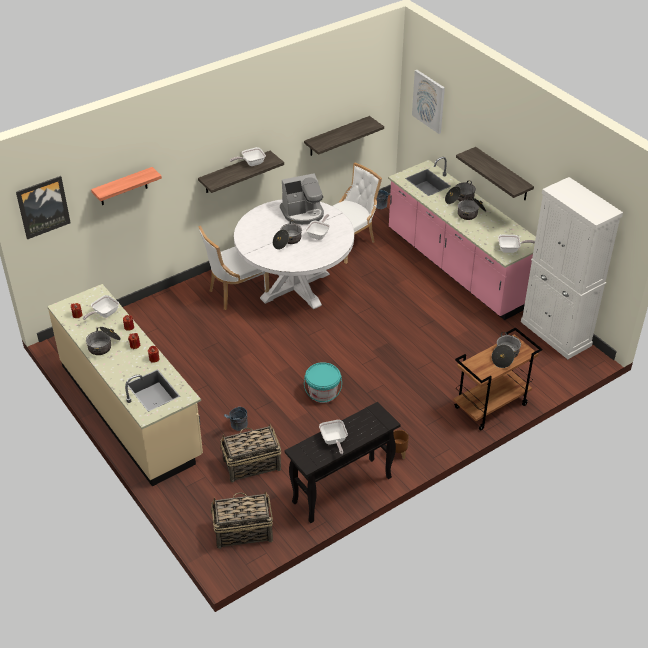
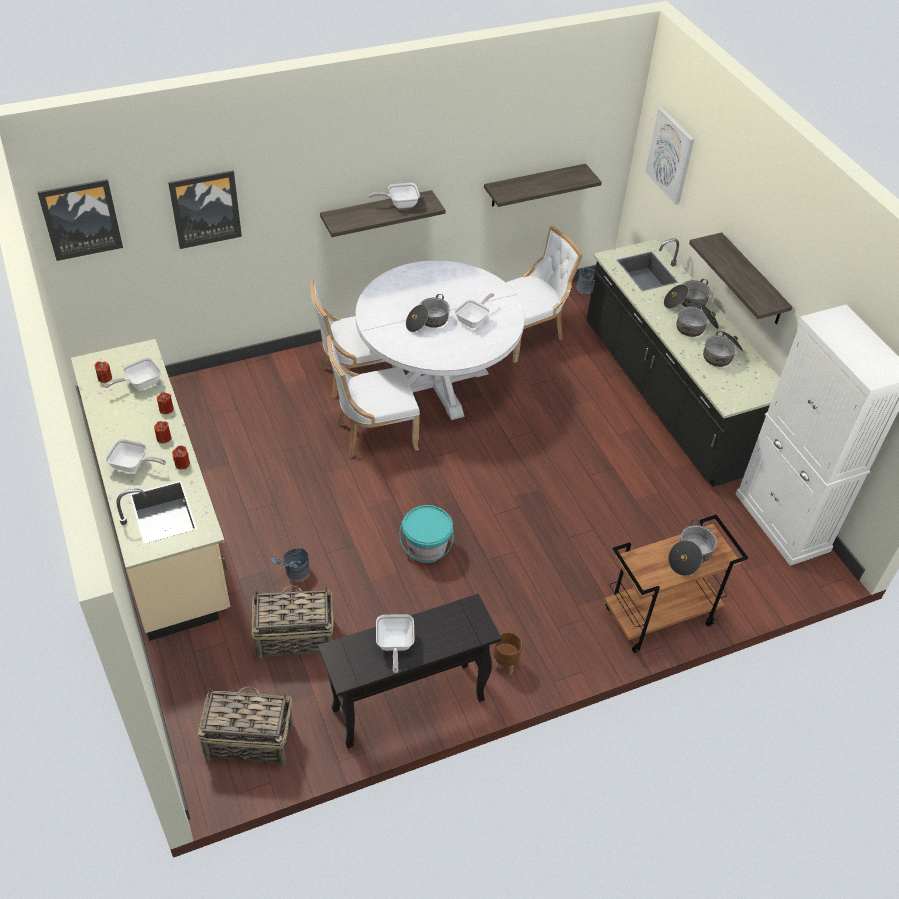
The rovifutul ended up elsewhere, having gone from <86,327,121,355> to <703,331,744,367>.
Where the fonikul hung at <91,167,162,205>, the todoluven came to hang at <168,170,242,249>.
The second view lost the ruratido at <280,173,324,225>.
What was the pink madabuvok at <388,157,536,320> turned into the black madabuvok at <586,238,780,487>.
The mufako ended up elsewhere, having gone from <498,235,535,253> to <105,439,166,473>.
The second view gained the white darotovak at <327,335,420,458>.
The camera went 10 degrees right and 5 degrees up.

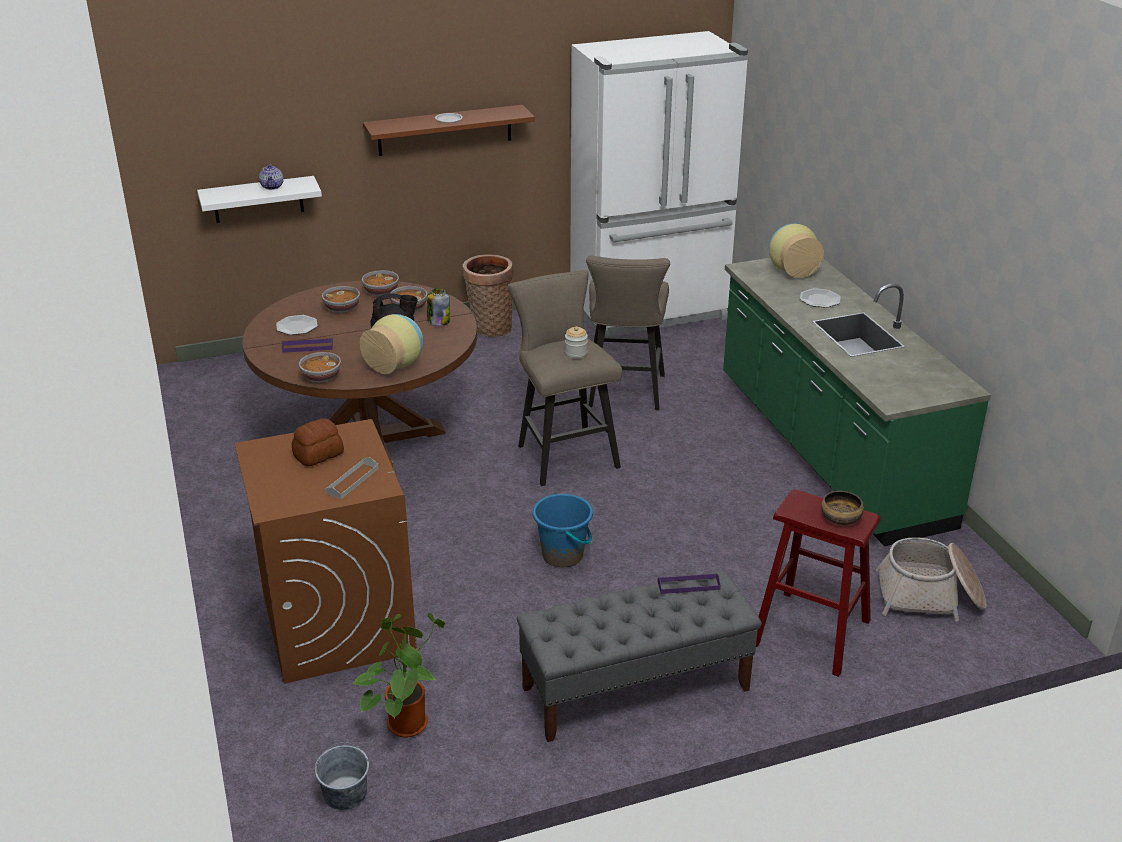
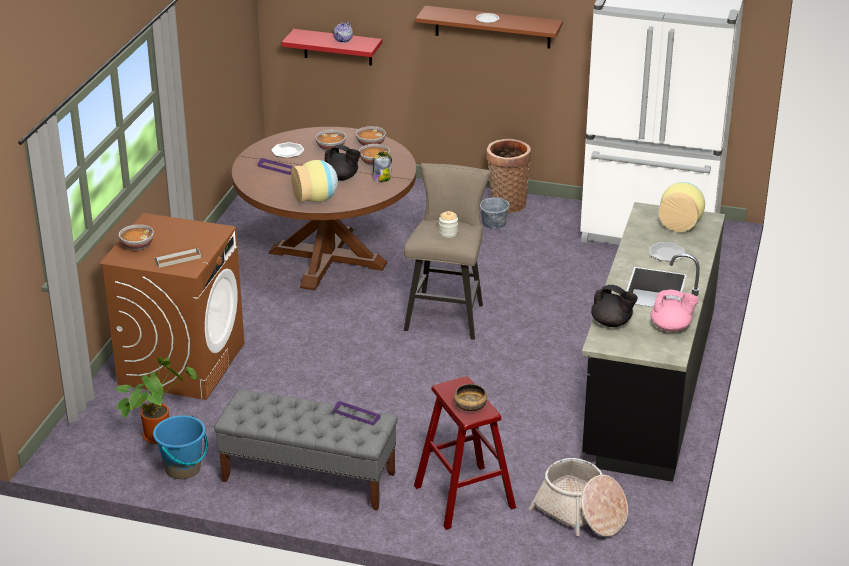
What was the white fonikul at <197,176,322,223> turned into the red fonikul at <282,29,382,66>.
The second view lost the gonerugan at <292,418,344,466>.
The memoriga ended up elsewhere, having gone from <299,352,341,383> to <119,224,154,250>.
The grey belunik ended up elsewhere, having gone from <314,742,369,810> to <480,190,510,229>.
The blue belunik ended up elsewhere, having gone from <533,493,593,567> to <153,415,208,479>.
The second view lost the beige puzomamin at <586,255,670,410>.
What was the green madabuvok at <723,258,991,546> turned into the black madabuvok at <582,202,725,482>.
The second view gained the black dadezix at <591,285,638,327>.
The second view gained the pink dadezix at <651,290,699,332>.
The camera went 35 degrees right and 0 degrees up.

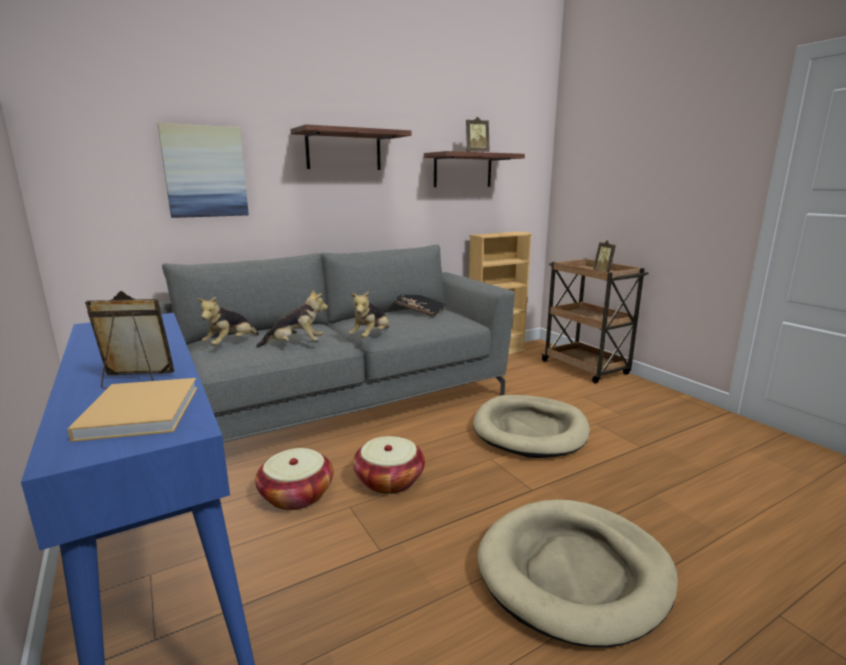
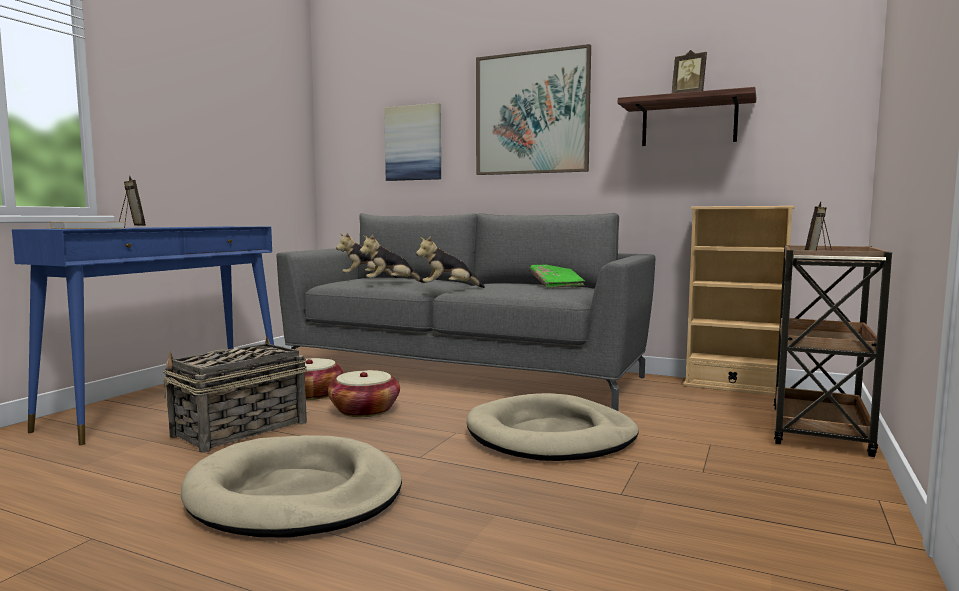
The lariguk at <256,289,328,348> ended up facing another way, 120 degrees clockwise from before.
Where the fonikul hung at <290,124,411,170>, the todoluven came to hang at <476,44,591,175>.
What was the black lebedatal at <395,295,446,317> turned into the green lebedatal at <529,264,585,288>.
The second view gained the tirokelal at <163,336,307,453>.
The camera went 55 degrees right and 10 degrees down.

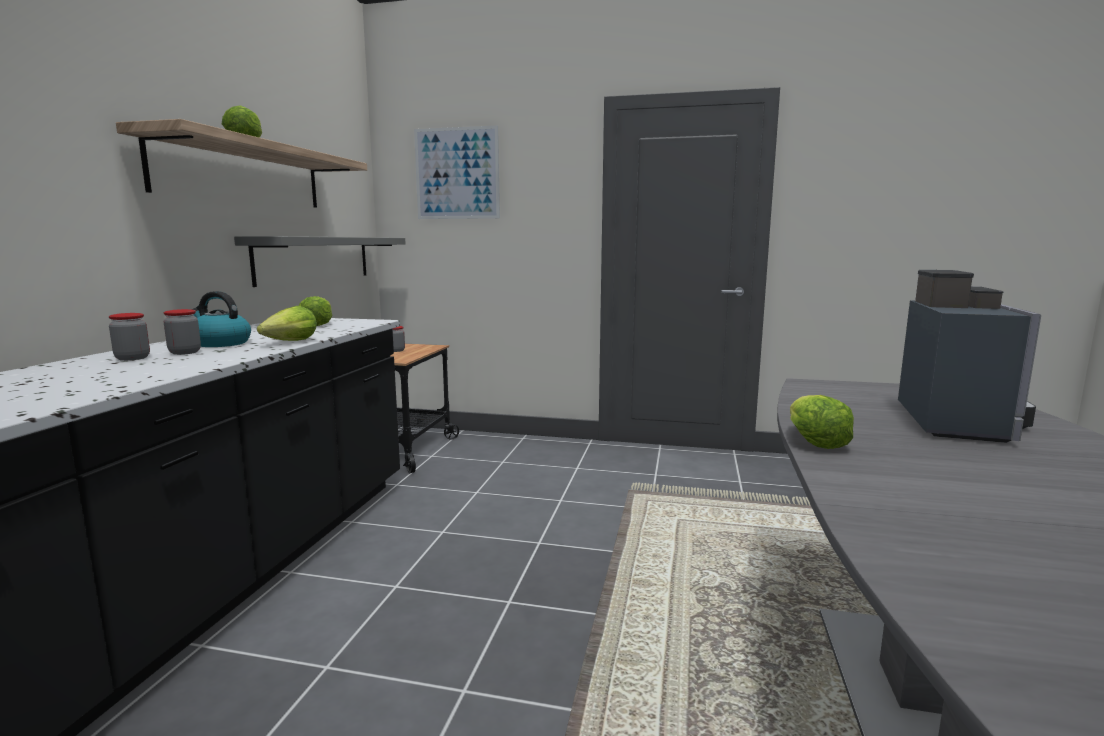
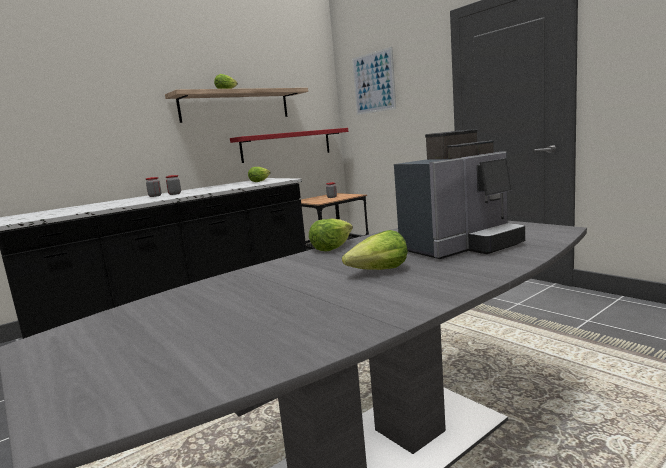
The second view lost the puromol at <191,291,251,347>.
What was the grey fonikul at <234,236,406,287> turned into the red fonikul at <230,128,348,163>.
The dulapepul ended up elsewhere, having gone from <257,306,317,341> to <342,230,408,270>.
The camera went 40 degrees right and 0 degrees up.

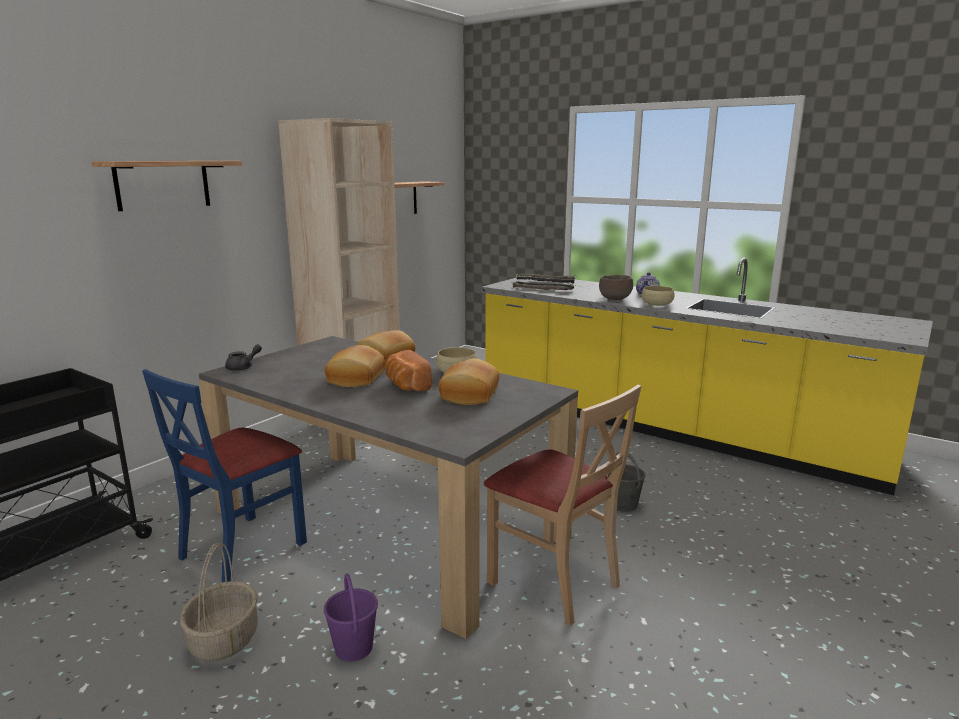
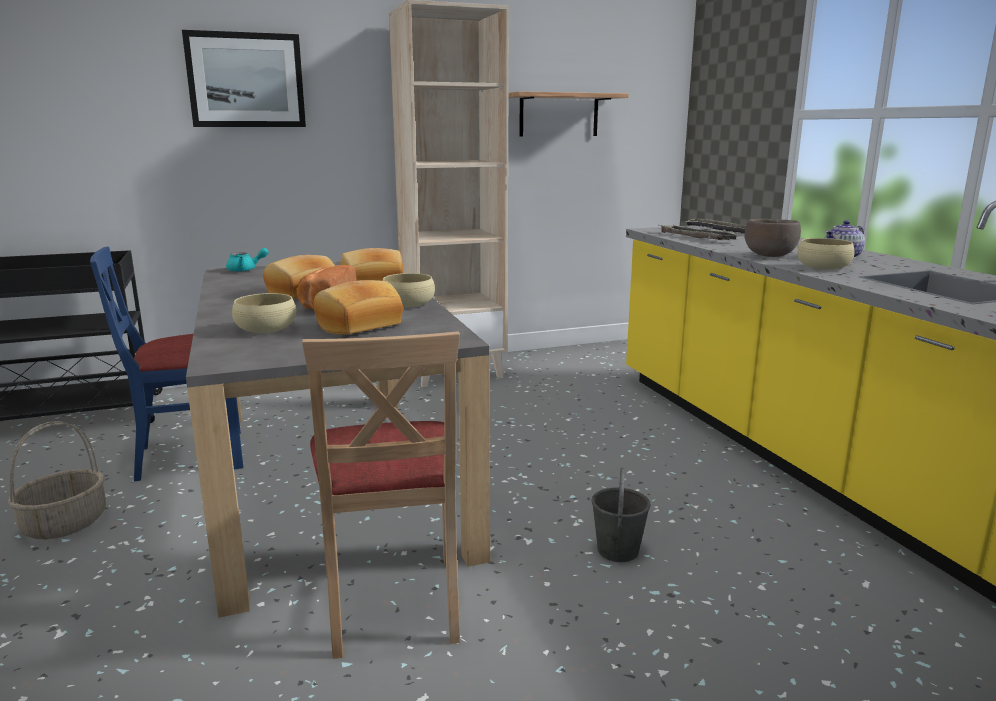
Where the fonikul hung at <91,161,242,211>, the todoluven came to hang at <182,30,306,127>.
What was the grey dadezix at <225,344,262,371> turned into the turquoise dadezix at <226,248,269,272>.
The second view lost the purple belunik at <324,573,378,661>.
The second view gained the beige memoriga at <232,293,296,333>.
The camera went 35 degrees right and 0 degrees up.

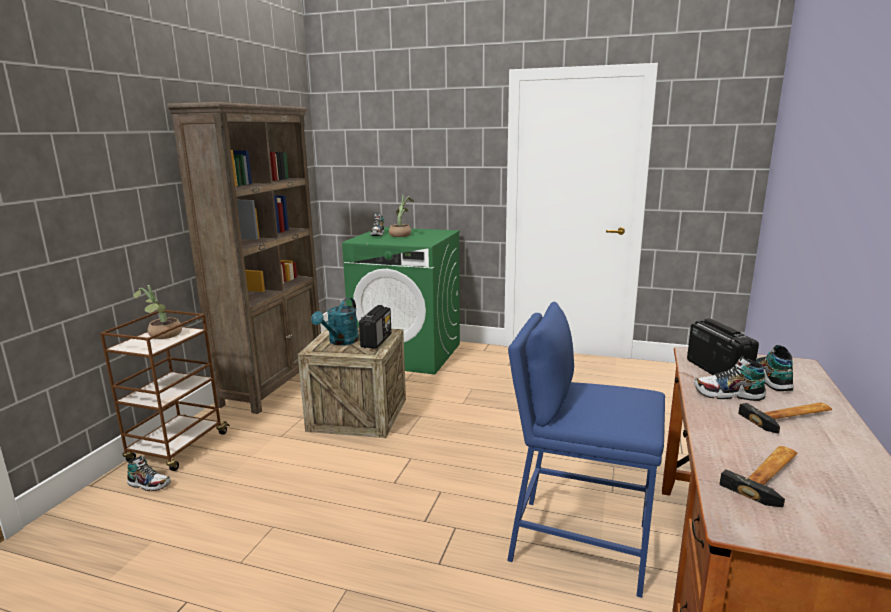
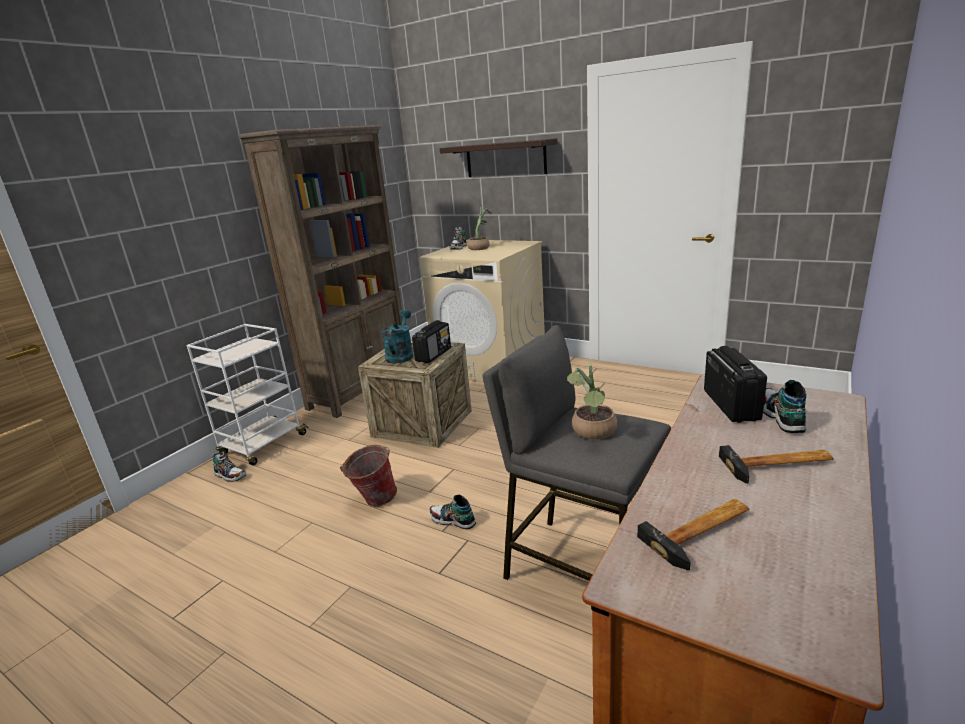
What was the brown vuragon at <100,310,230,471> turned into the white vuragon at <187,324,309,465>.
The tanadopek ended up elsewhere, having gone from <134,285,182,339> to <567,365,617,440>.
The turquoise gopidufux at <311,298,359,345> ended up facing another way, 150 degrees clockwise from before.
What was the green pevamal at <342,227,460,375> turned into the beige pevamal at <420,240,545,382>.
What was the blue puzomamin at <507,302,665,598> turned into the grey puzomamin at <483,325,671,581>.
The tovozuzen ended up elsewhere, having gone from <694,355,766,401> to <430,495,476,529>.
The second view gained the belunik at <340,445,397,507>.
The second view gained the fonikul at <440,138,557,177>.
The camera went 15 degrees right and 5 degrees up.

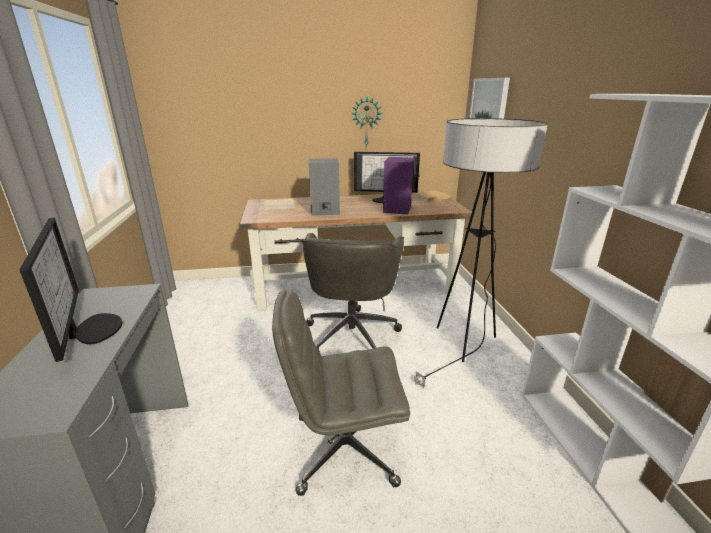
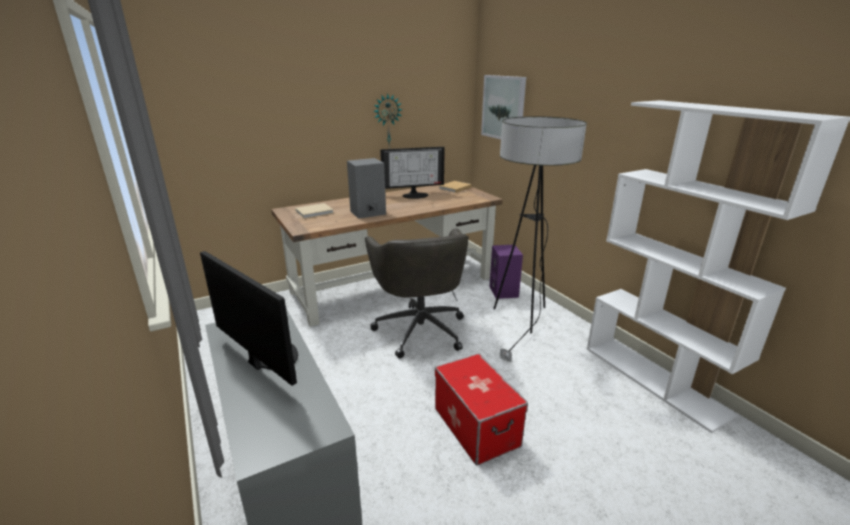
Where the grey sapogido stood at <272,290,410,496>, the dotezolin came to stand at <435,353,528,466>.
The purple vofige ended up elsewhere, having gone from <383,157,414,214> to <489,245,523,299>.
The camera went 20 degrees left and 0 degrees up.

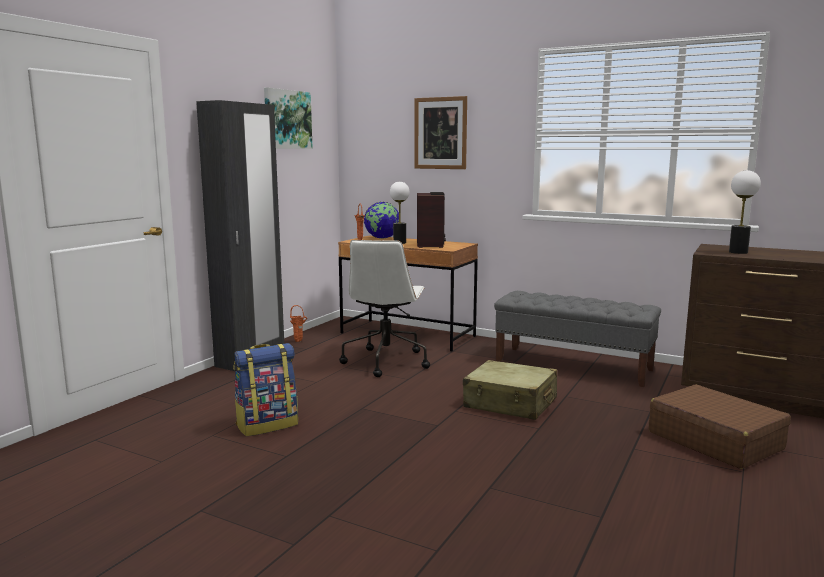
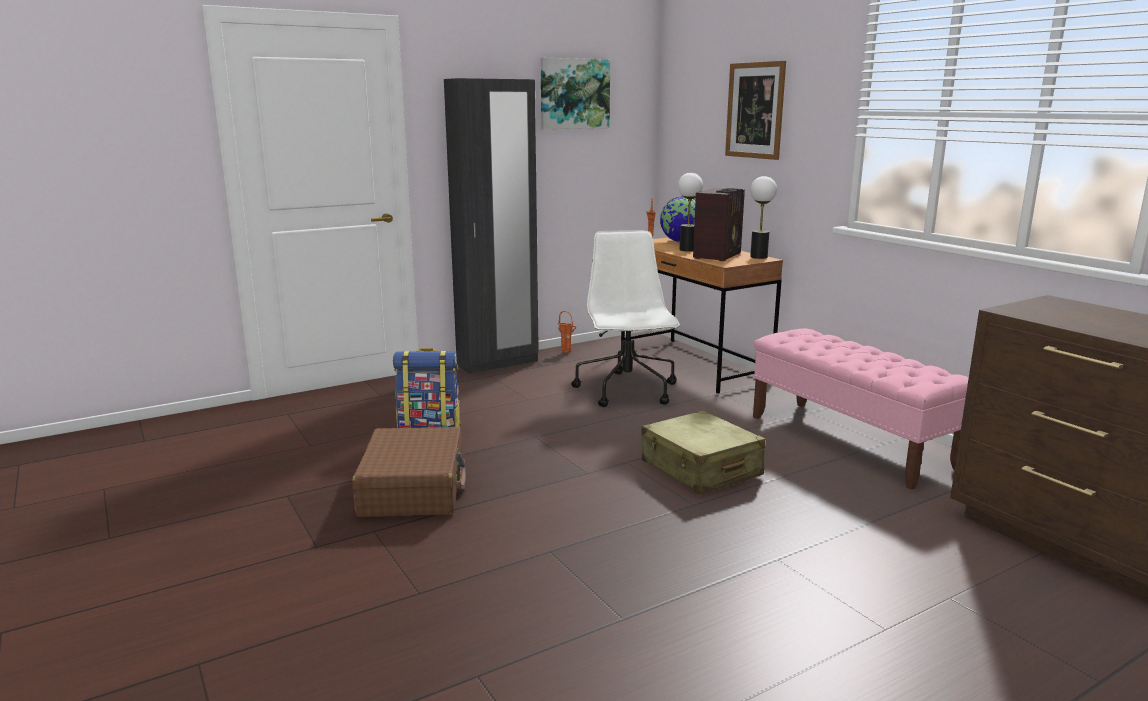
The white sapogido at <339,240,430,377> ended up facing another way, 135 degrees clockwise from before.
What was the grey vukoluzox at <494,291,661,387> turned into the pink vukoluzox at <753,328,969,490>.
The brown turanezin ended up elsewhere, having gone from <649,385,791,469> to <352,427,466,517>.
The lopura ended up elsewhere, having gone from <729,170,761,254> to <750,176,777,259>.
The camera went 30 degrees right and 5 degrees up.

